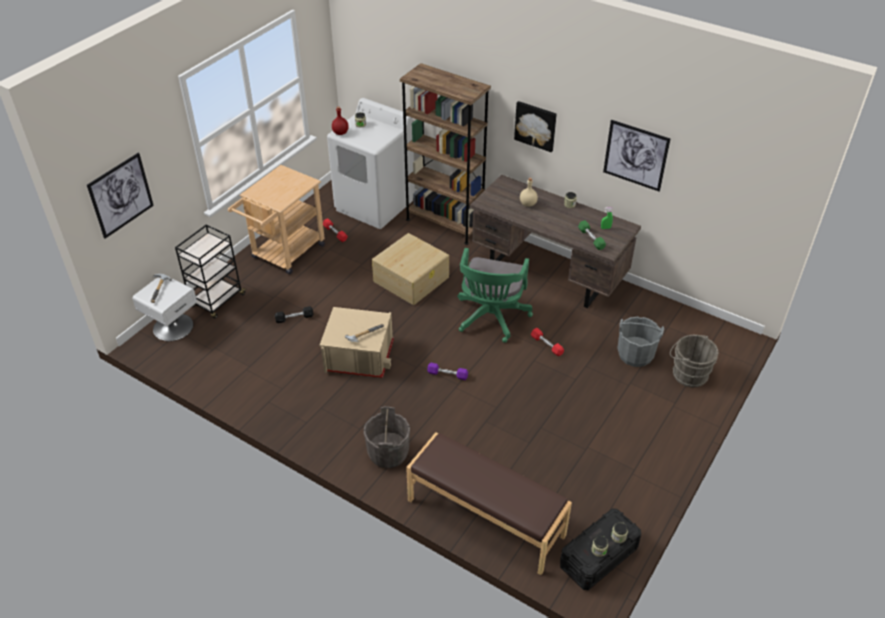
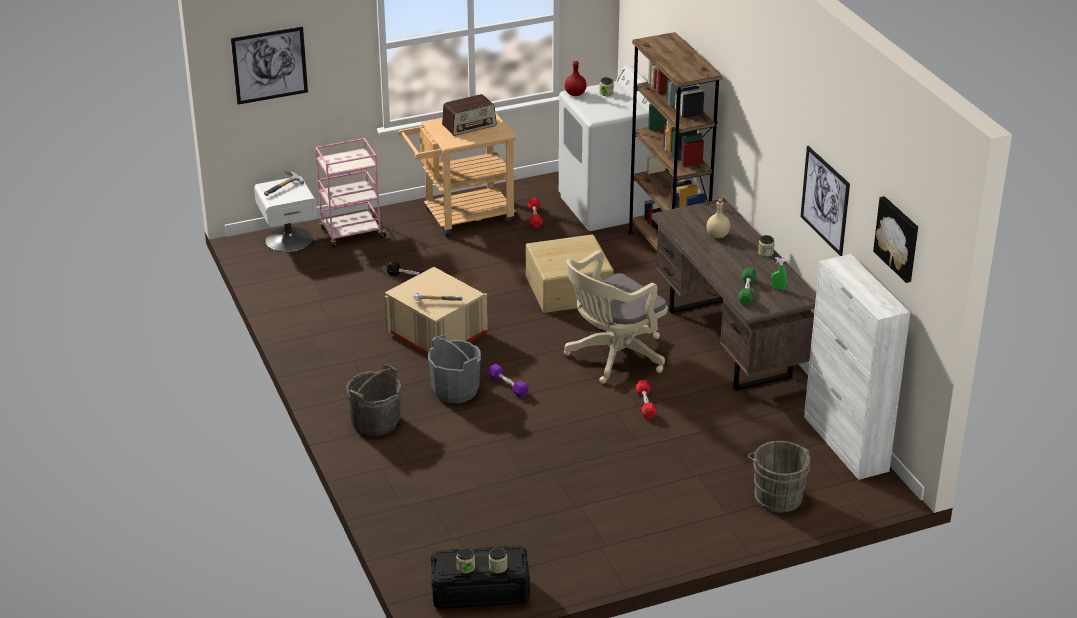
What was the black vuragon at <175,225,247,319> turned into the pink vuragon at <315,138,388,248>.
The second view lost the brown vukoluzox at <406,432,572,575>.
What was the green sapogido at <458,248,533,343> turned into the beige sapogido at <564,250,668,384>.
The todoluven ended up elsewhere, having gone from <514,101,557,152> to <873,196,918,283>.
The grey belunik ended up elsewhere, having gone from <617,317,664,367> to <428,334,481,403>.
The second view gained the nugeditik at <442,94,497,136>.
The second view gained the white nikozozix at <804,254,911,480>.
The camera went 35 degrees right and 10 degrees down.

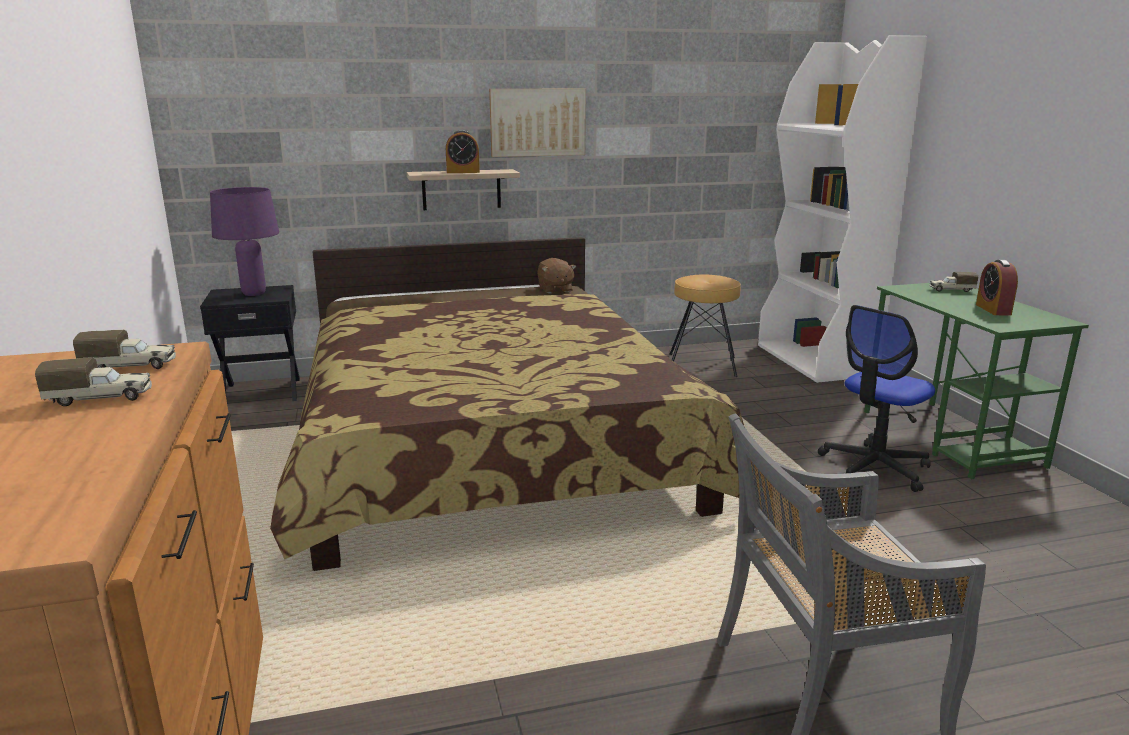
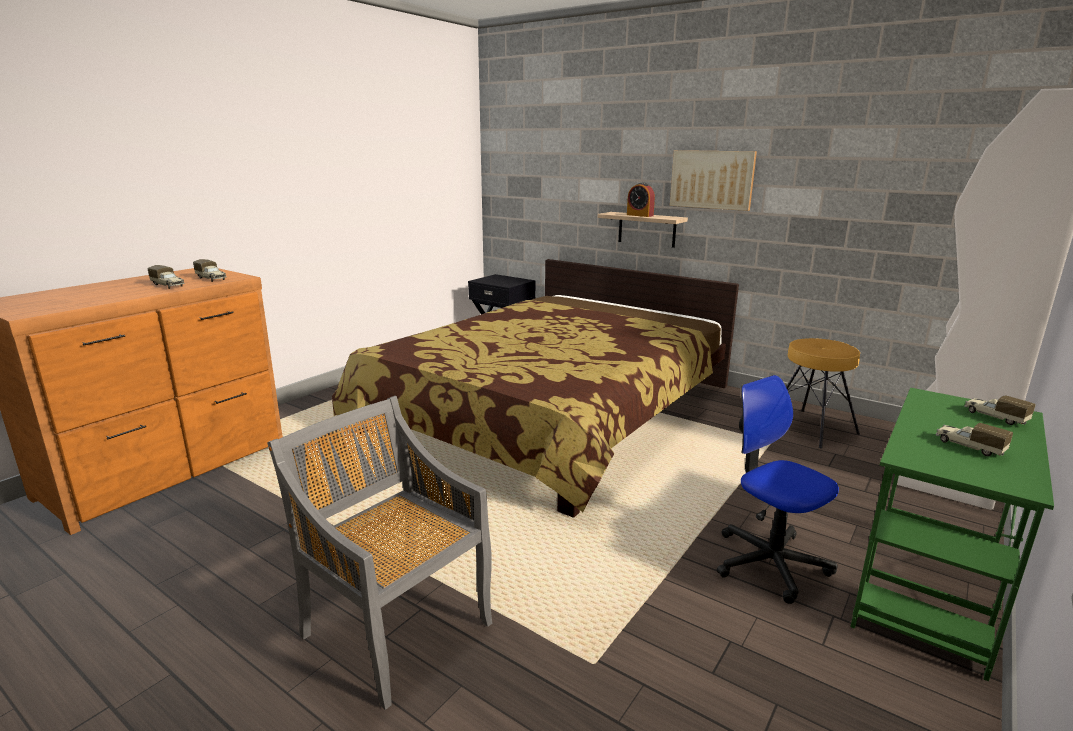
The second view lost the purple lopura at <210,187,279,296>.
The second view lost the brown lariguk at <537,258,576,294>.
The sapogido at <818,305,935,492> ended up facing another way, 45 degrees clockwise from before.
Where the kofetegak stood at <976,260,1018,315>, the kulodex came to stand at <935,423,1013,456>.
The camera went 50 degrees right and 0 degrees up.

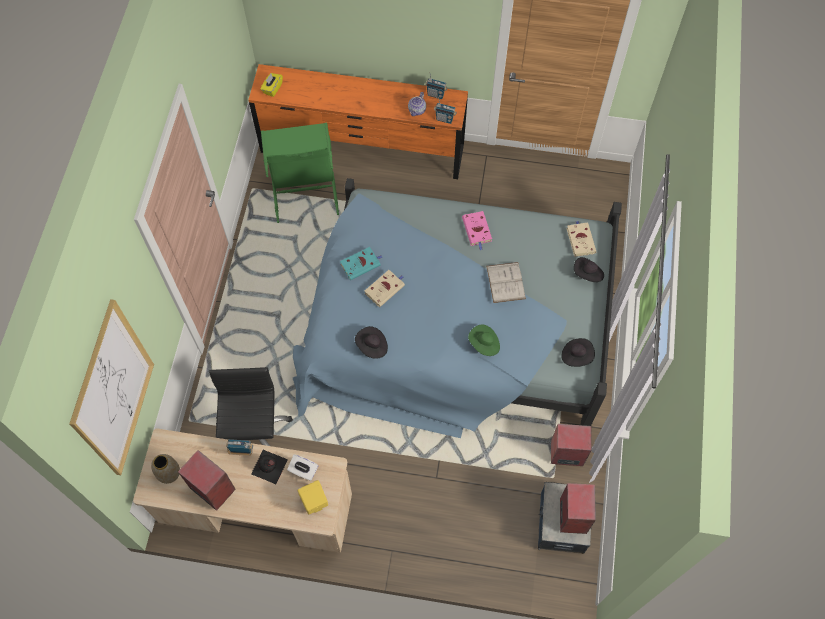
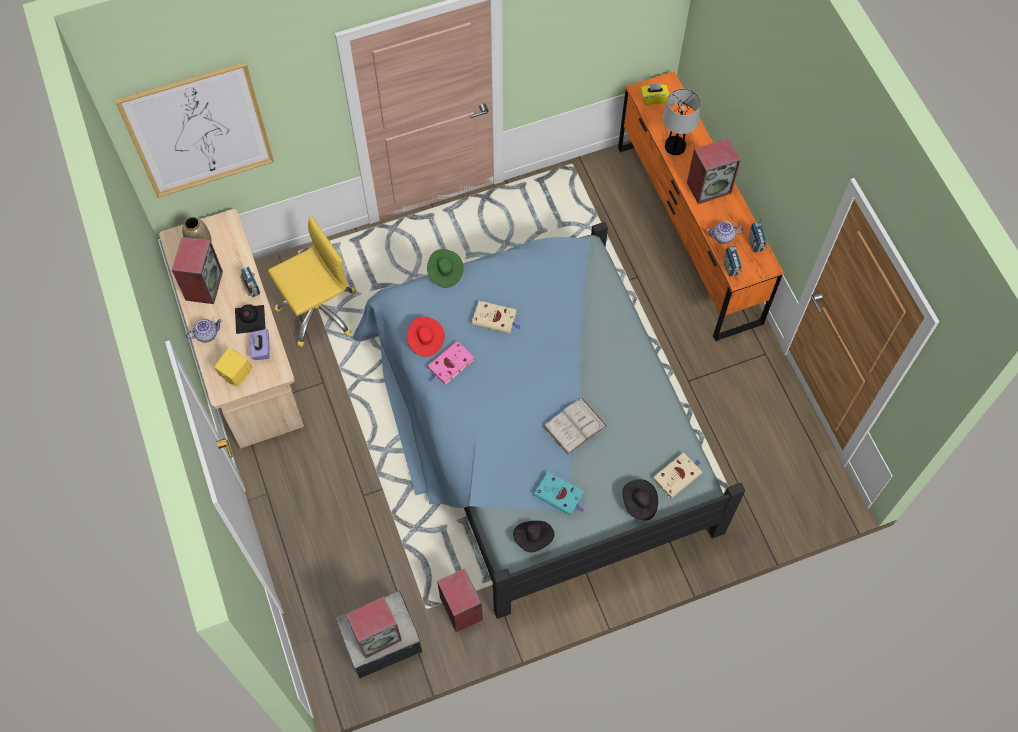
What was the black sapogido at <209,367,293,446> turned into the yellow sapogido at <268,216,356,347>.
The second view lost the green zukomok at <261,123,339,223>.
What was the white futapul at <287,454,318,481> turned into the purple futapul at <250,329,270,360>.
The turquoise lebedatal ended up elsewhere, having gone from <340,247,382,280> to <534,472,585,516>.
What was the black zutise at <355,326,388,359> turned into the red zutise at <407,317,445,357>.
The pink lebedatal ended up elsewhere, having gone from <462,211,492,250> to <427,341,474,385>.
The green zutise ended up elsewhere, having gone from <468,324,500,356> to <427,249,464,288>.
The second view gained the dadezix at <186,319,222,343>.
The second view gained the lopura at <662,89,700,155>.
The second view gained the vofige at <687,138,741,204>.
The camera went 60 degrees right and 0 degrees up.

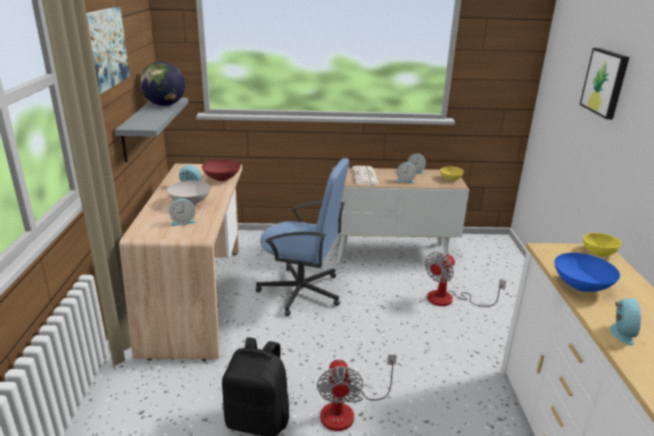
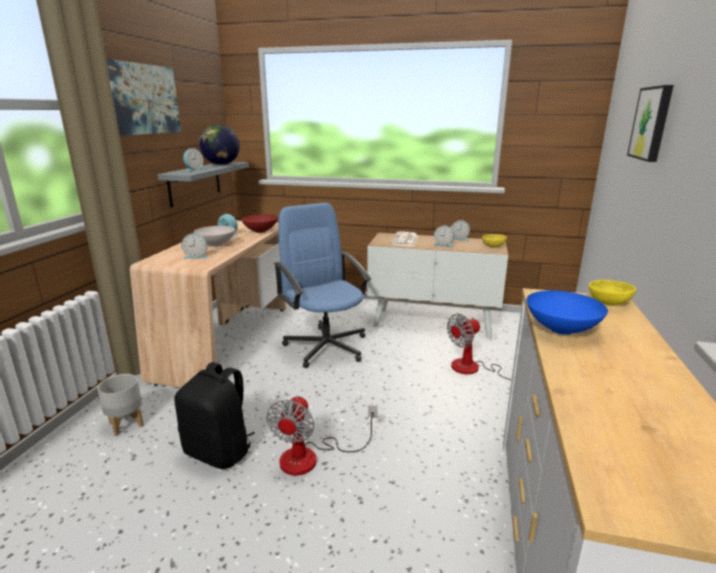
The blue sapogido at <256,158,349,316> ended up facing another way, 150 degrees counterclockwise from before.
The kofetegak ended up elsewhere, having gone from <610,298,641,346> to <183,148,203,171>.
The second view gained the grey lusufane at <97,374,144,436>.
The camera went 15 degrees right and 5 degrees down.

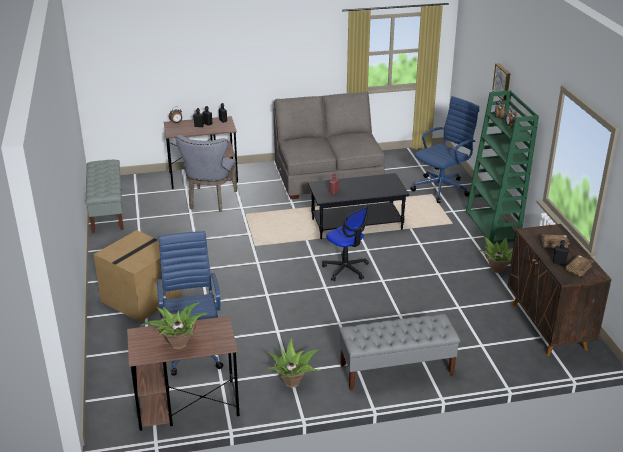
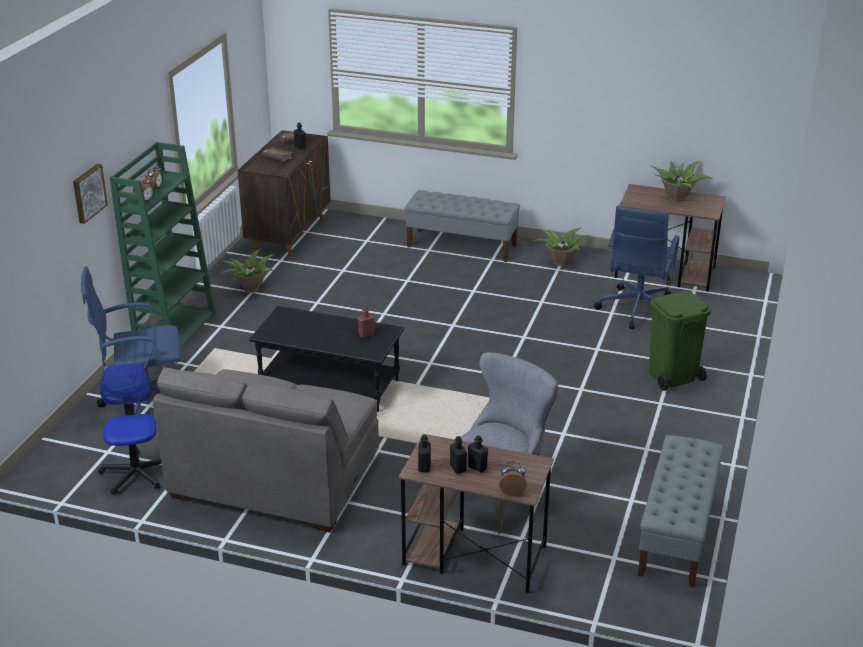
Where the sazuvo stood at <94,230,181,322>, the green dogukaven came to stand at <648,291,711,391>.
The sapogido ended up elsewhere, having gone from <322,207,369,281> to <98,362,161,495>.
The camera went 150 degrees left and 0 degrees up.

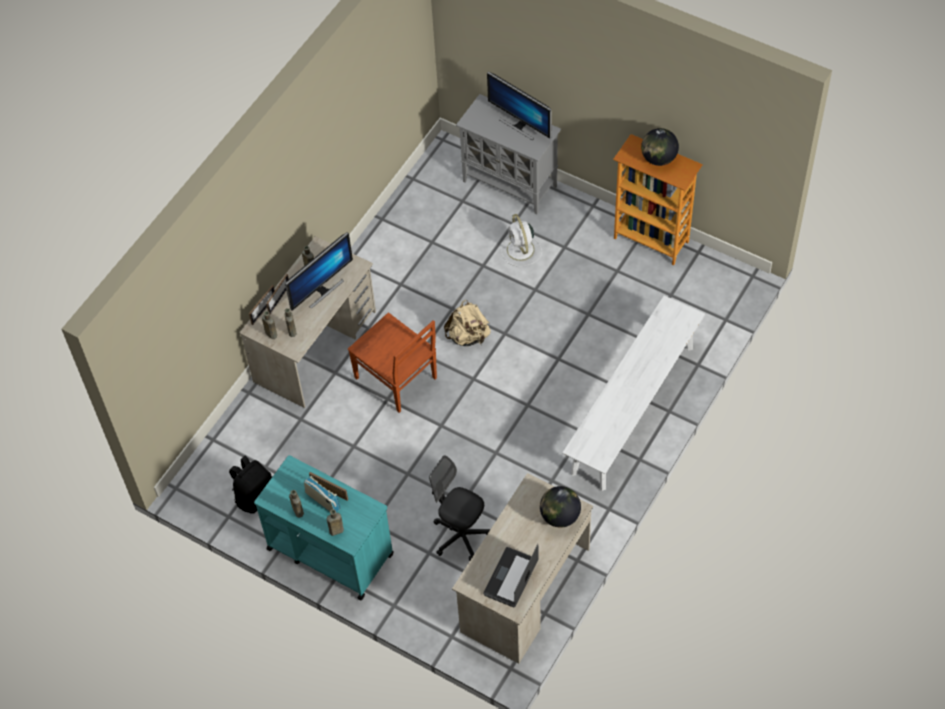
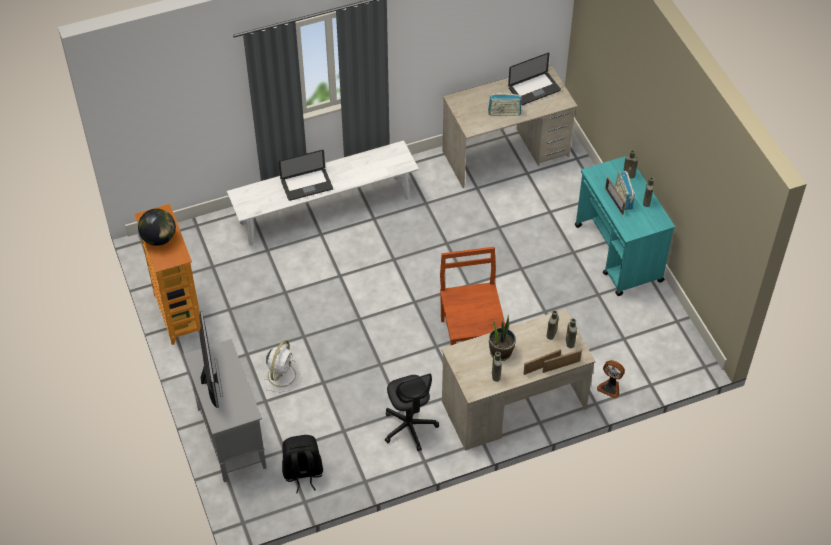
The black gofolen ended up elsewhere, having gone from <229,456,272,514> to <282,435,323,493>.
Where the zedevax stood at <285,232,353,311>, the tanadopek came to stand at <489,317,516,361>.
The black sapogido ended up elsewhere, having gone from <429,456,490,561> to <385,374,439,451>.
The second view lost the beige gofolen at <444,299,491,346>.
The second view lost the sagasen at <540,486,581,528>.
The second view gained the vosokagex at <279,150,333,201>.
The second view gained the nugeditik at <488,93,522,116>.
The second view gained the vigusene at <597,360,625,398>.
The camera went 145 degrees left and 5 degrees down.

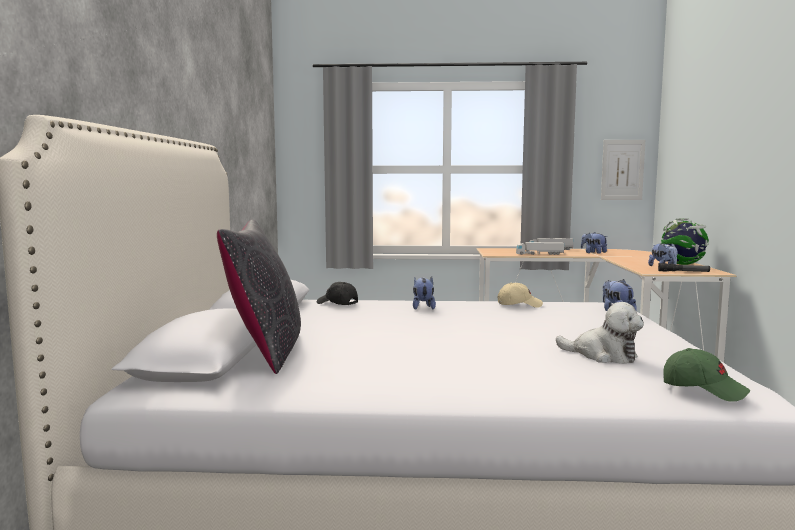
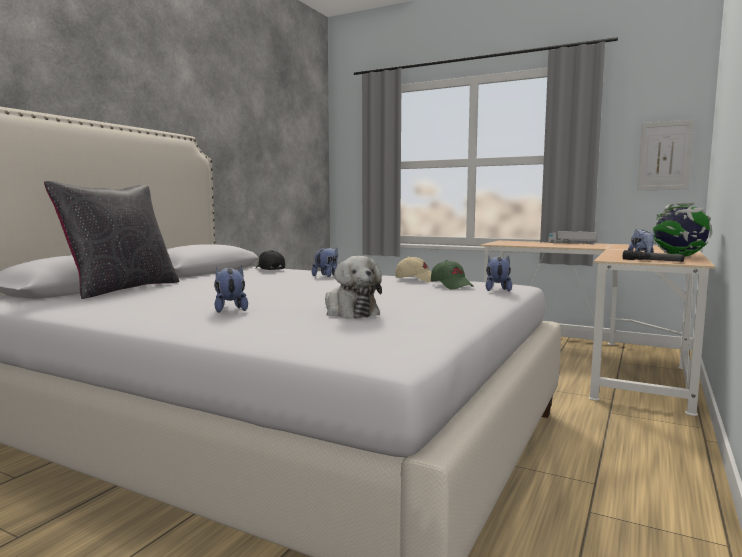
The second view lost the kulodex at <516,242,564,255>.
The lariguk ended up elsewhere, having gone from <581,232,608,254> to <214,266,248,313>.
The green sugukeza ended up elsewhere, having gone from <663,348,750,402> to <431,260,474,289>.
The camera went 25 degrees right and 0 degrees up.

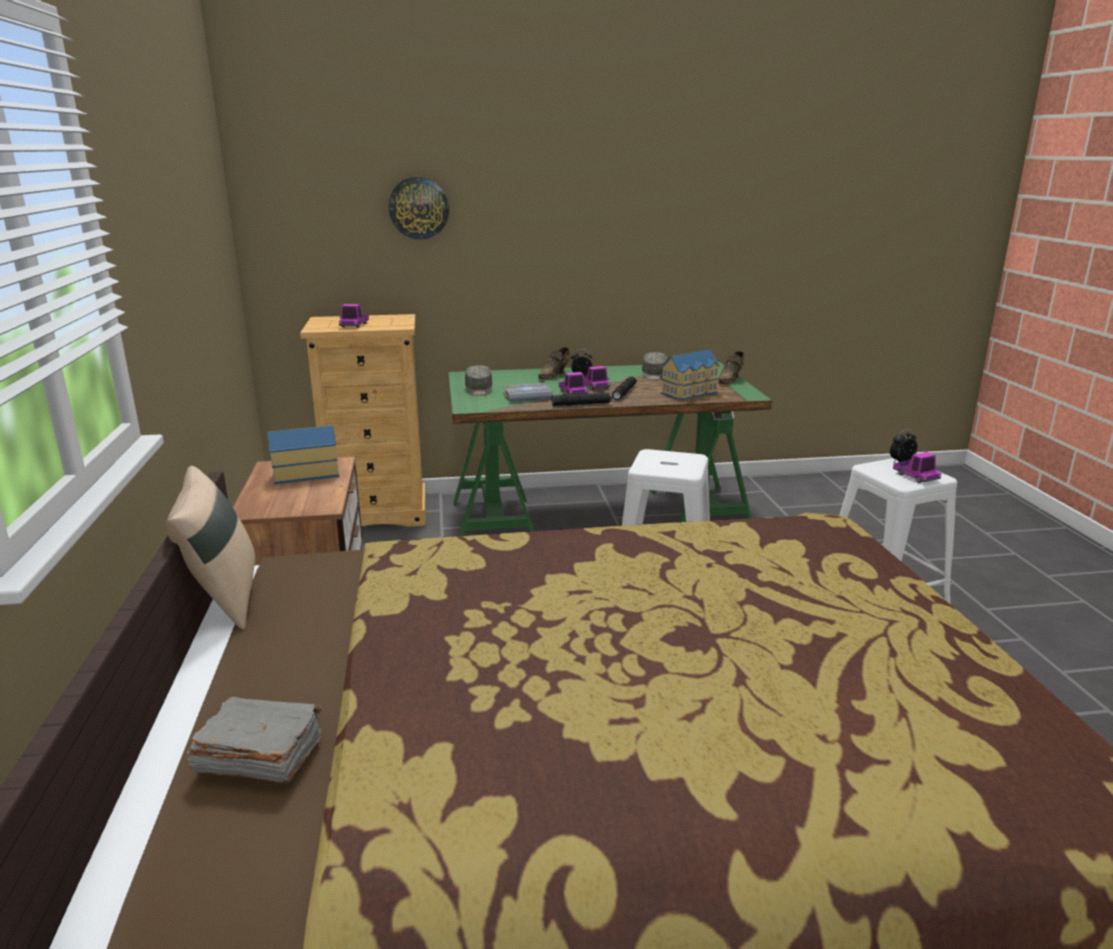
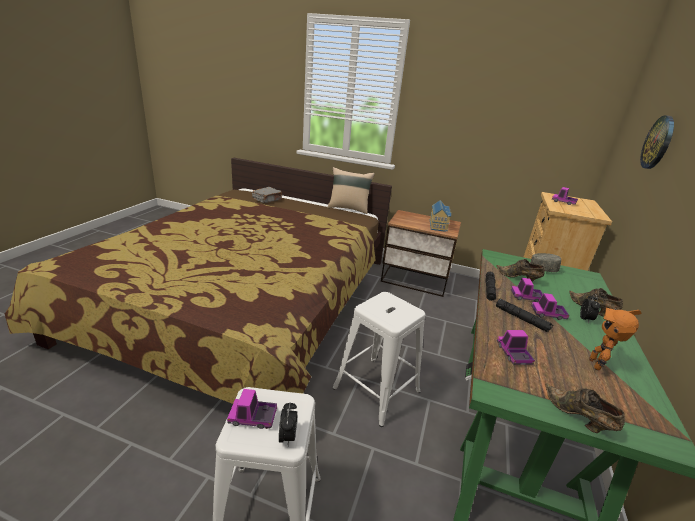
Where the grey lebedatal stood at <503,383,553,402>, the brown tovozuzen came to stand at <496,259,545,281>.
Where the grey sugukeza stood at <642,352,667,380>, the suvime came to stand at <589,308,641,370>.
Where the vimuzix stood at <661,350,720,400>, the kulodex came to stand at <497,330,535,365>.
The camera went 115 degrees right and 5 degrees up.

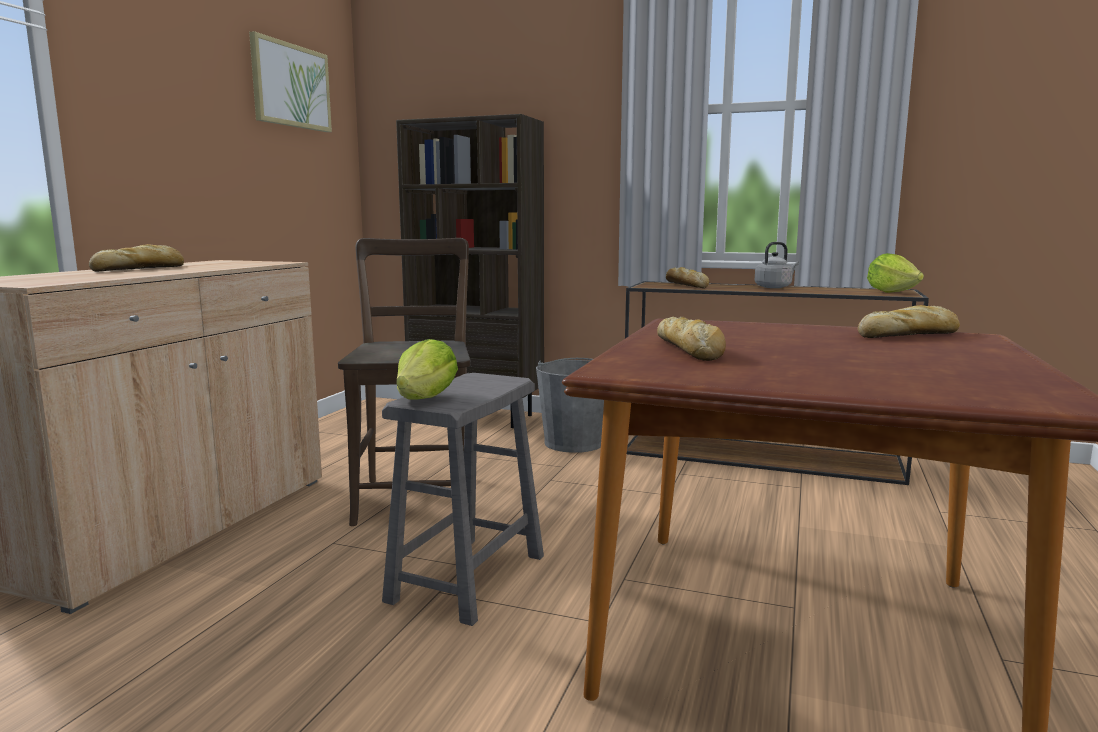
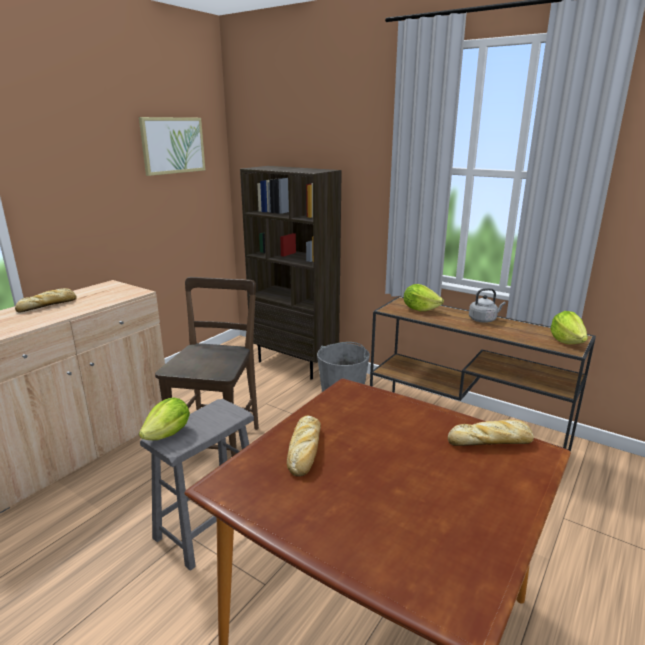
Where the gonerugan stood at <666,267,709,288>, the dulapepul came to stand at <404,284,444,311>.
The camera went 15 degrees right and 10 degrees up.

